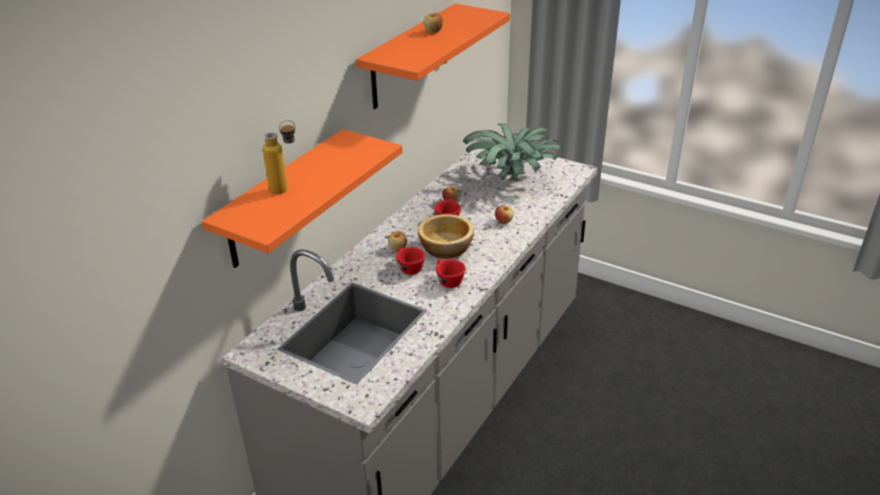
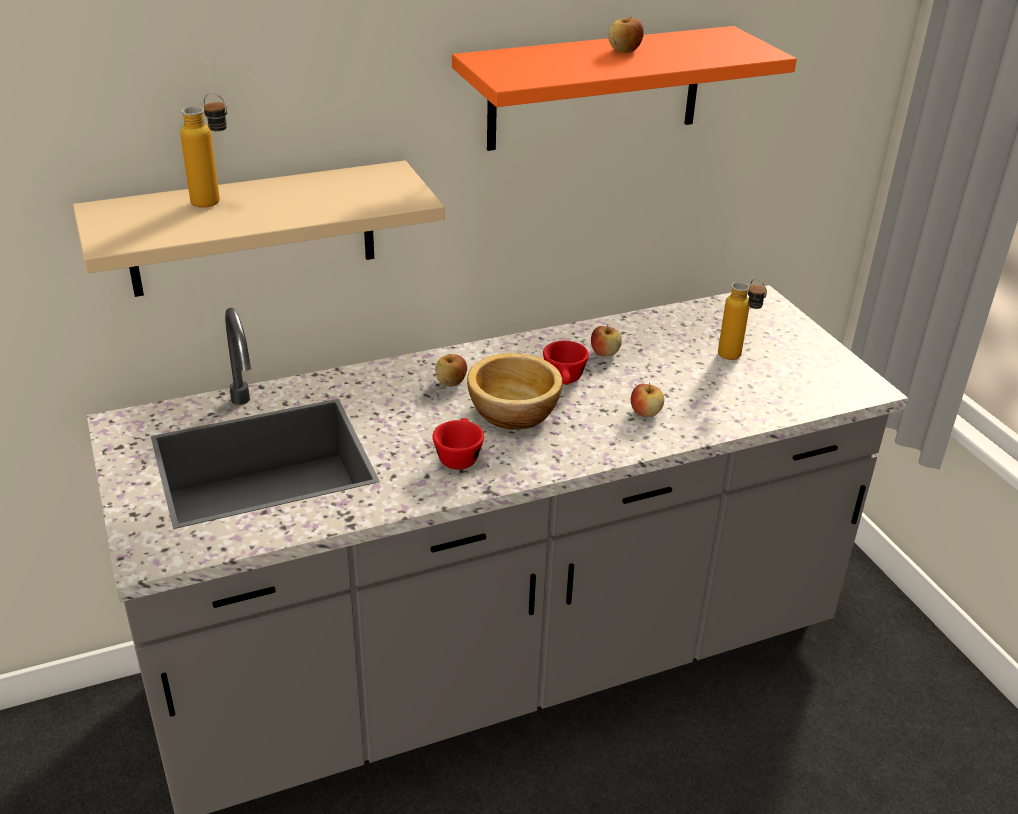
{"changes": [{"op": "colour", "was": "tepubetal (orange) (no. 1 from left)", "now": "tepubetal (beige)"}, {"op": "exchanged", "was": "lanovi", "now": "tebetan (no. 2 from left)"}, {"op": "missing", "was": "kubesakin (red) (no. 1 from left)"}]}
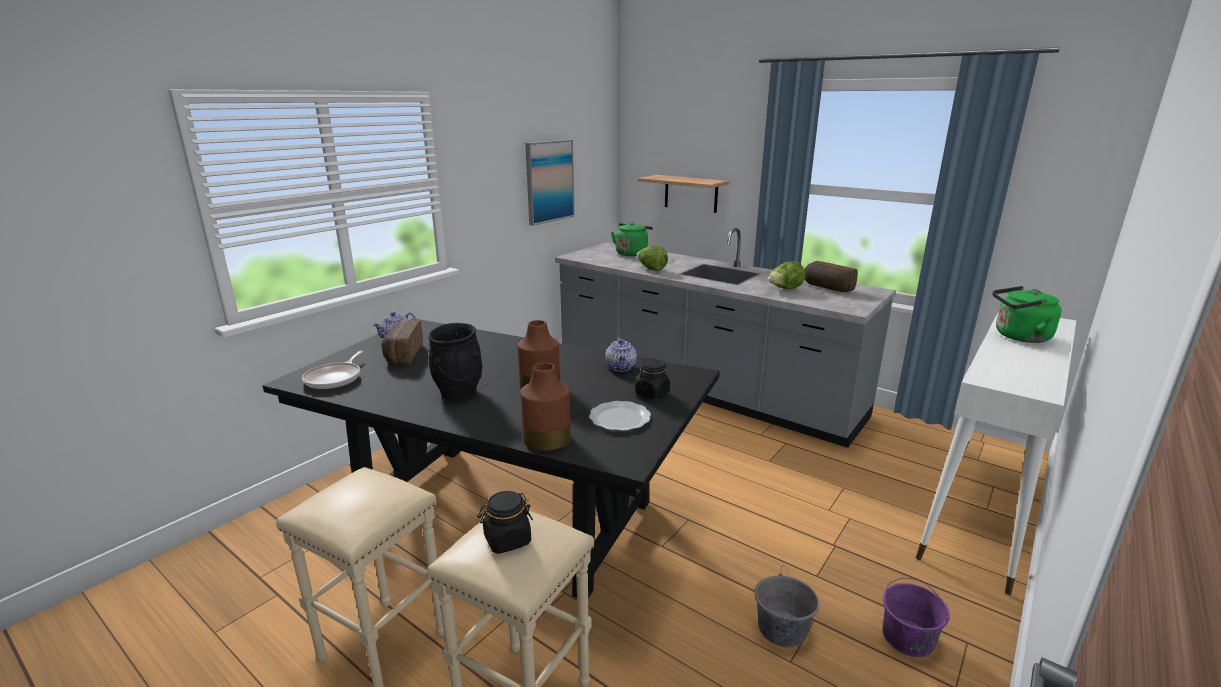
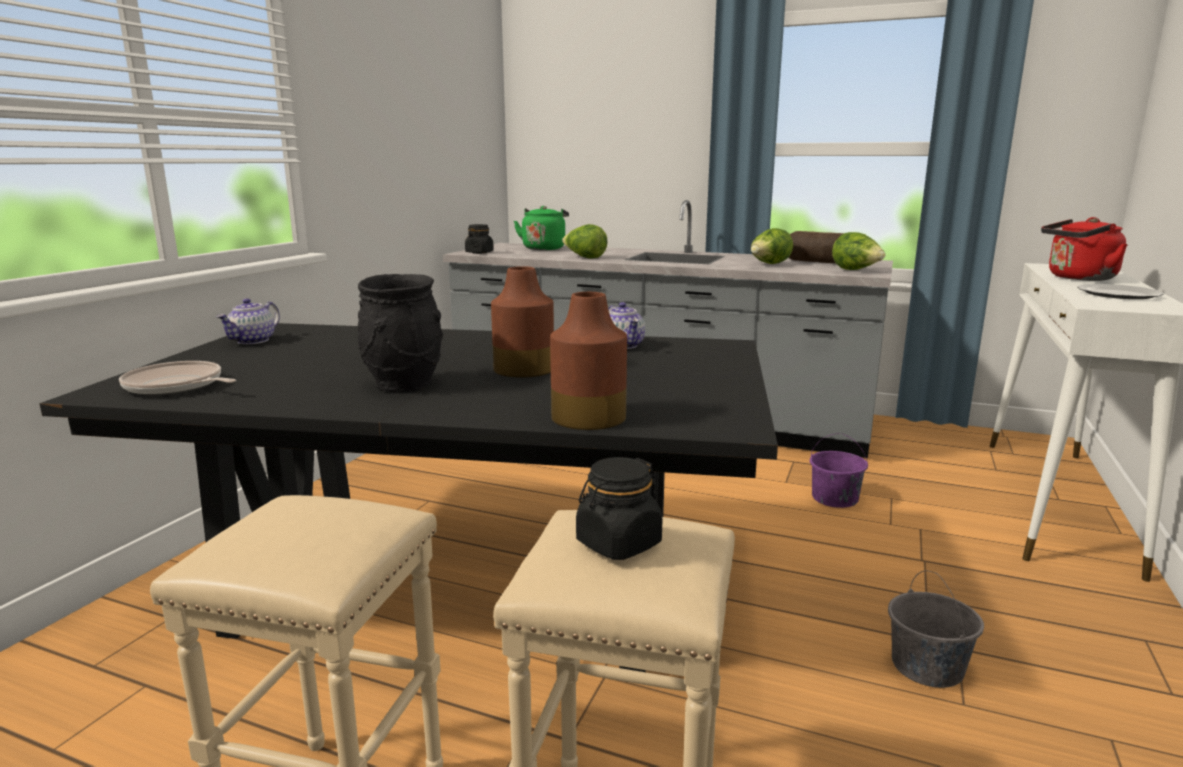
{"changes": [{"op": "spun", "was": "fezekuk", "clockwise": 120}, {"op": "relocated", "was": "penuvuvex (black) (no. 2 from left in the first image)", "now": "penuvuvex (black) (no. 1 from left)"}, {"op": "relocated", "was": "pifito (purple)"}, {"op": "appeared", "now": "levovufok (no. 3 from left)"}, {"op": "colour", "was": "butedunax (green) (no. 2 from left)", "now": "butedunax (red)"}, {"op": "relocated", "was": "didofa"}, {"op": "missing", "was": "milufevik (no. 1 from left)"}, {"op": "missing", "was": "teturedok"}, {"op": "missing", "was": "tepubetal"}]}
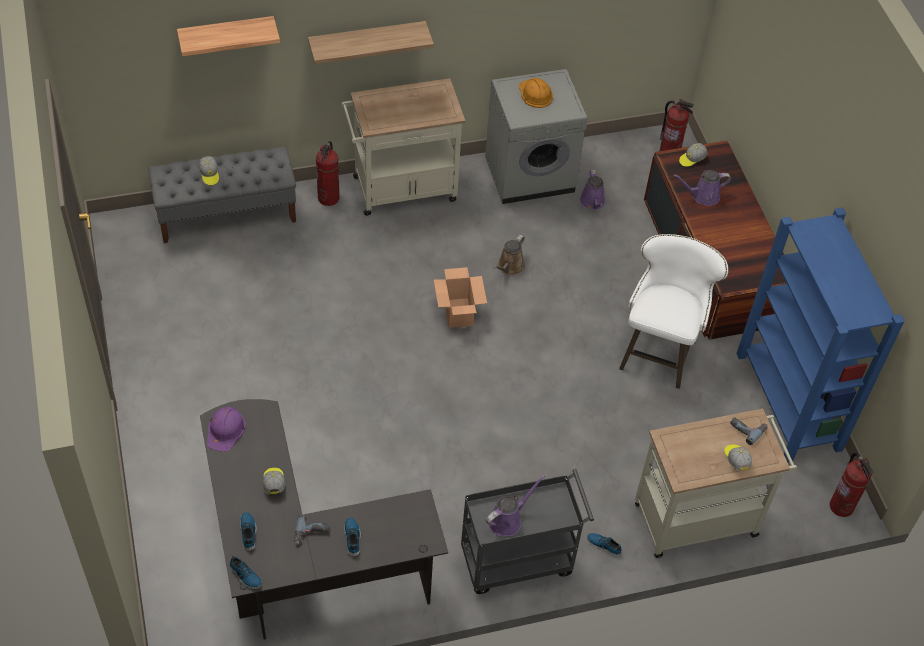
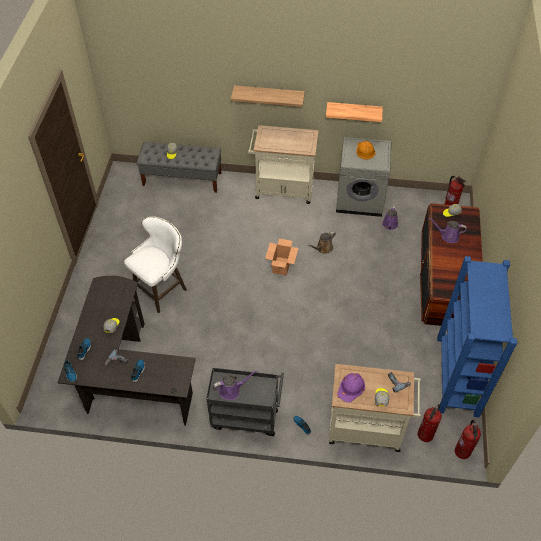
{"changes": [{"op": "relocated", "was": "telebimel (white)"}, {"op": "relocated", "was": "tepubetal (no. 1 from left in the first image)", "now": "tepubetal (no. 2 from left)"}, {"op": "relocated", "was": "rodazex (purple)"}, {"op": "relocated", "was": "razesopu (no. 1 from left)"}]}
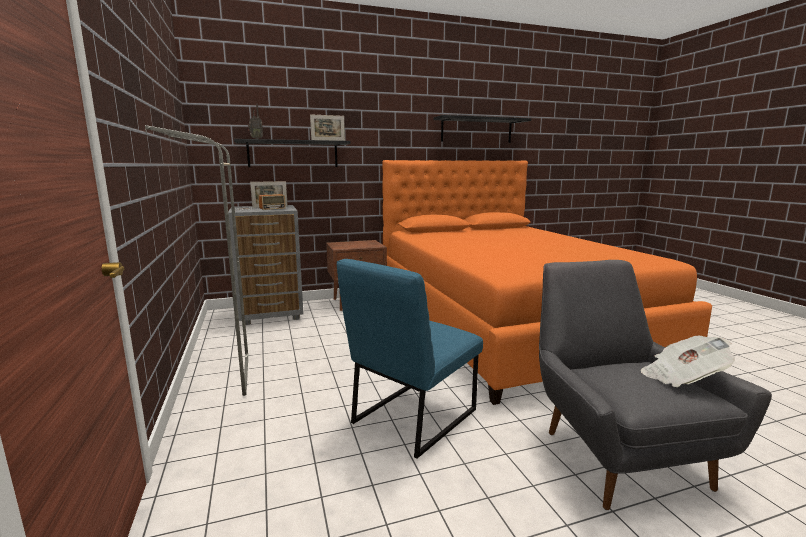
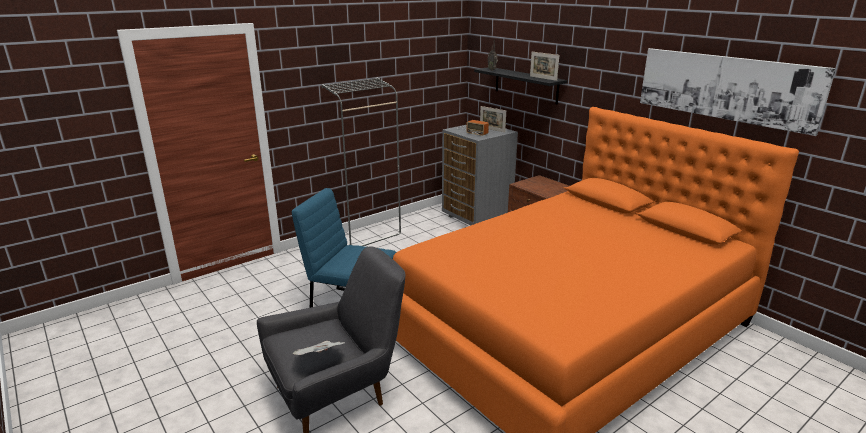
{"changes": [{"op": "exchanged", "was": "tepubetal (black) (no. 2 from left)", "now": "teturedok"}]}
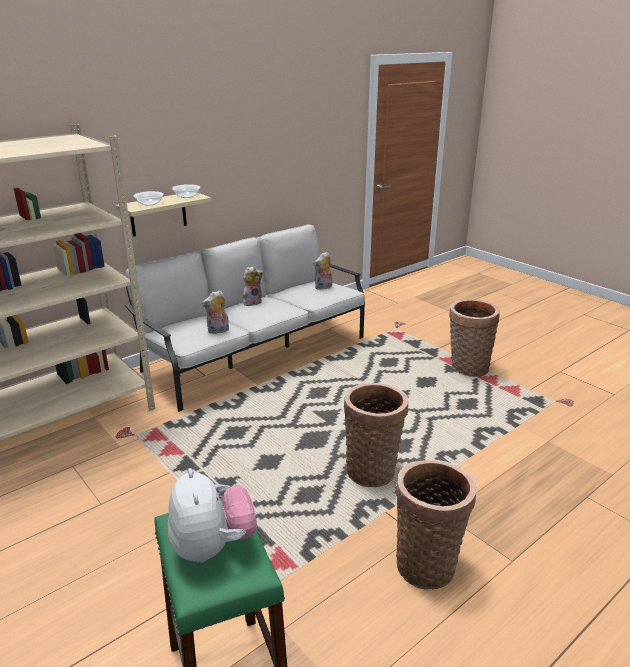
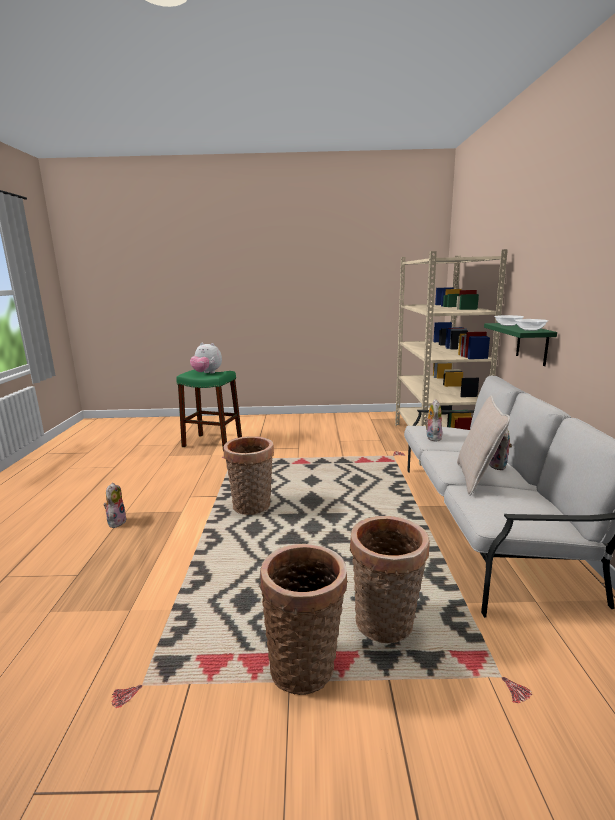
{"changes": [{"op": "relocated", "was": "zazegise (no. 4 from left in the first image)", "now": "zazegise (no. 1 from left)"}, {"op": "relocated", "was": "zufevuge (no. 2 from left in the first image)", "now": "zufevuge (no. 3 from left)"}, {"op": "appeared", "now": "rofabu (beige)"}, {"op": "colour", "was": "tepubetal (beige)", "now": "tepubetal (green)"}]}
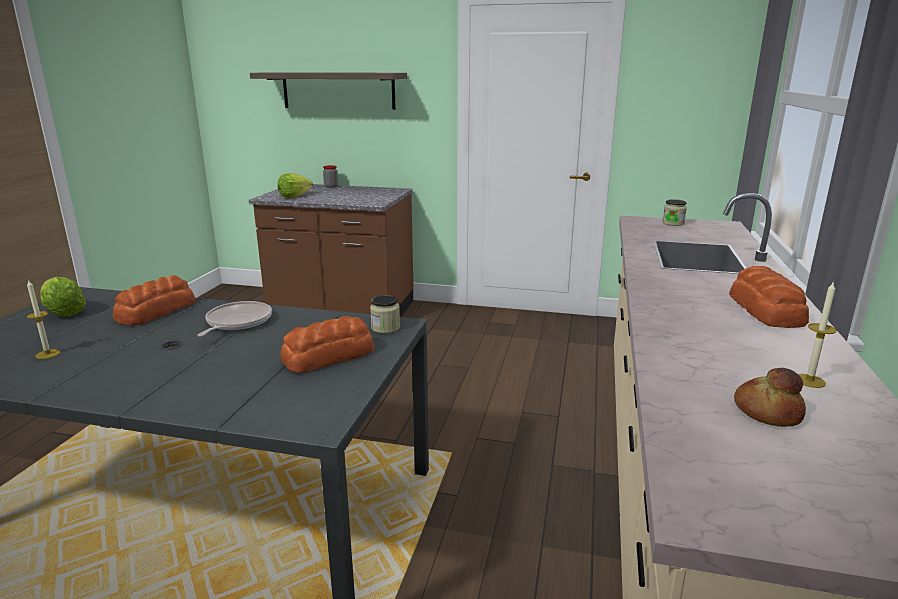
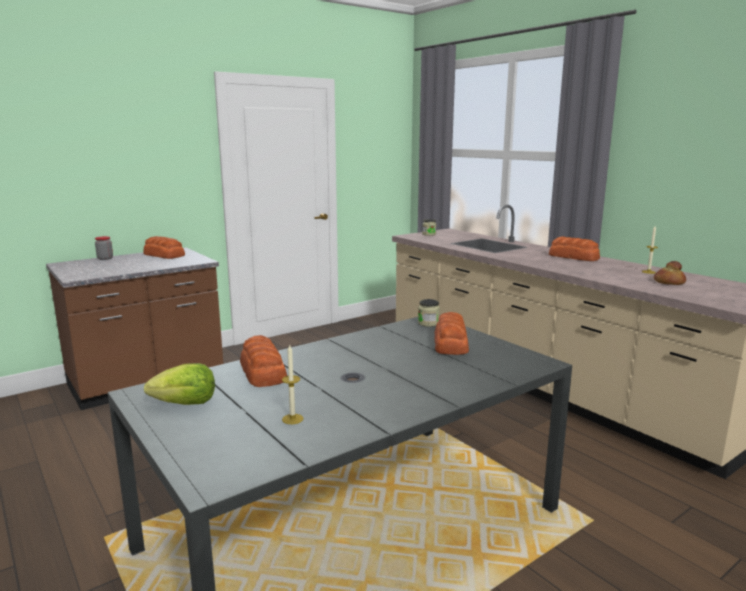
{"changes": [{"op": "appeared", "now": "milufevik (no. 1 from left)"}, {"op": "missing", "was": "fezekuk"}, {"op": "missing", "was": "tepubetal"}, {"op": "missing", "was": "levovufok (no. 2 from left)"}]}
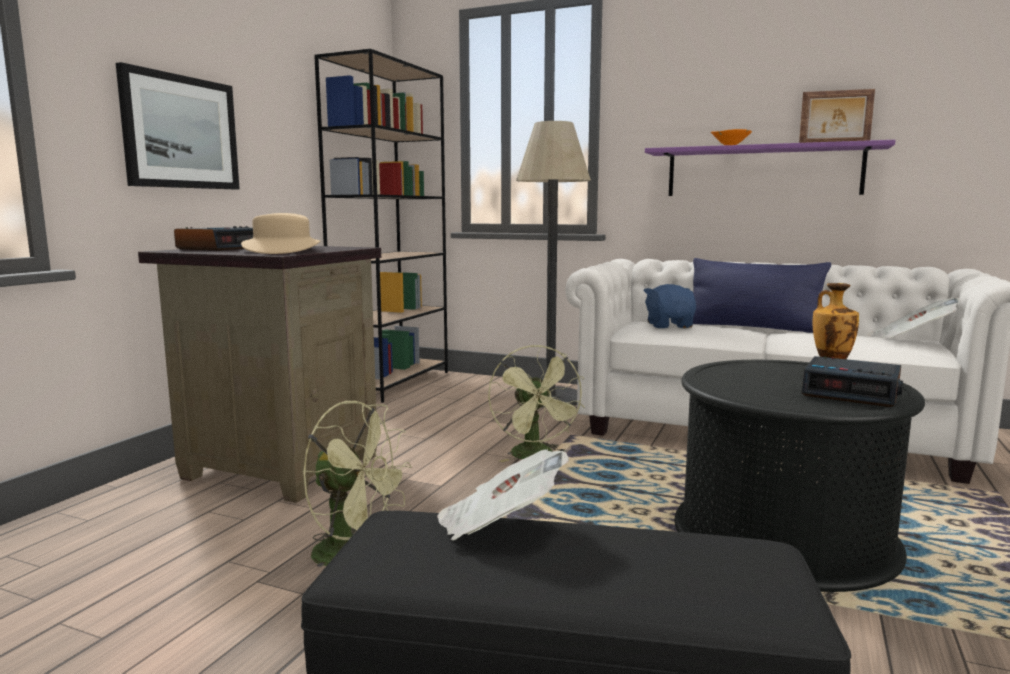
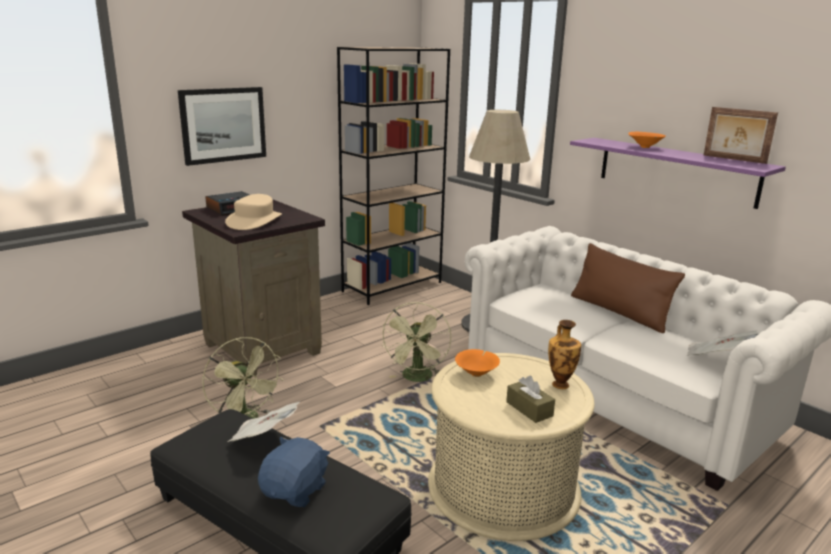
{"changes": [{"op": "relocated", "was": "zazegise (blue)"}, {"op": "colour", "was": "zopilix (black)", "now": "zopilix (beige)"}, {"op": "appeared", "now": "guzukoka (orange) (no. 1 from left)"}, {"op": "exchanged", "was": "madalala (no. 2 from left)", "now": "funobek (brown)"}, {"op": "colour", "was": "rofabu (blue)", "now": "rofabu (brown)"}]}
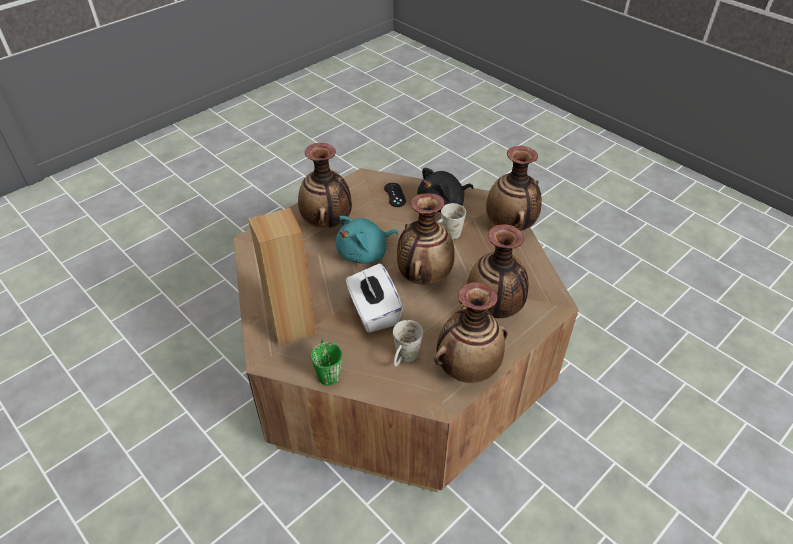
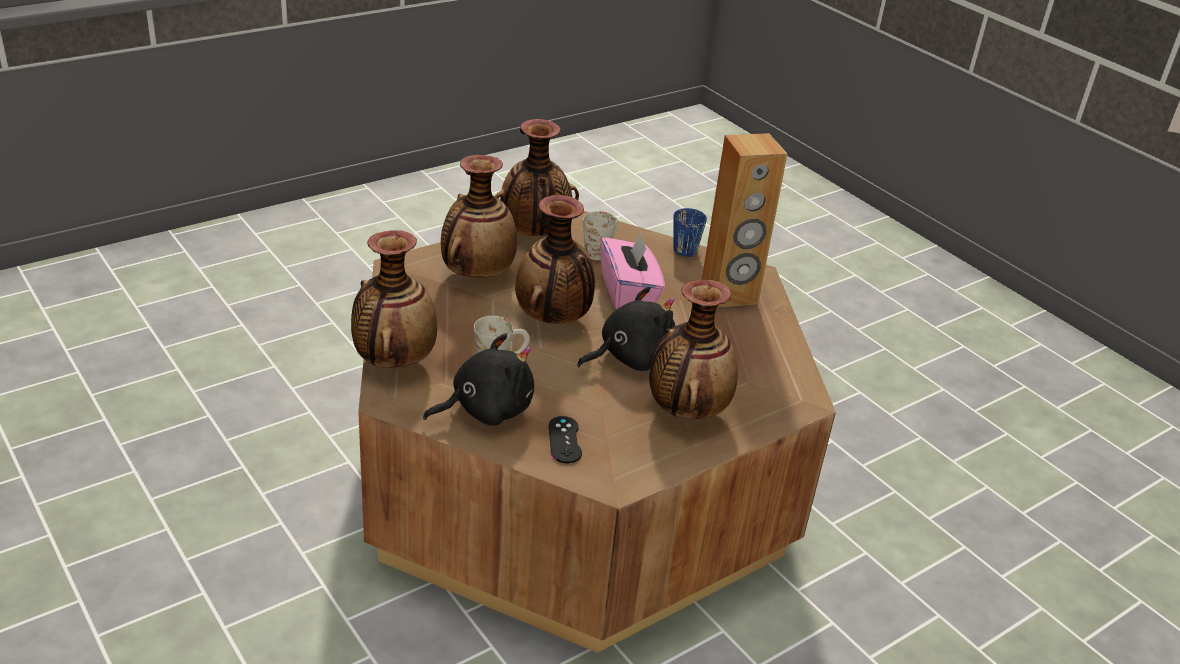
{"changes": [{"op": "colour", "was": "zazegise (turquoise)", "now": "zazegise (black) (no. 2 from left)"}, {"op": "colour", "was": "funobek (white)", "now": "funobek (pink)"}, {"op": "colour", "was": "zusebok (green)", "now": "zusebok (blue)"}]}
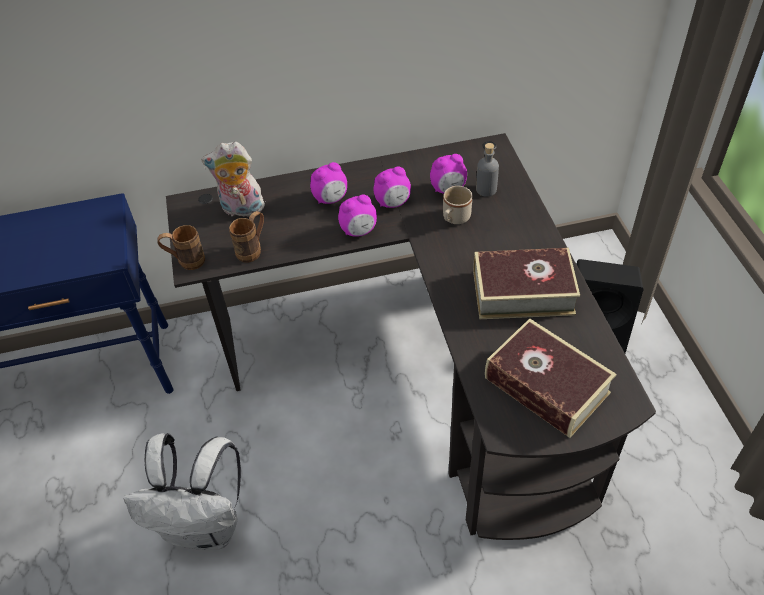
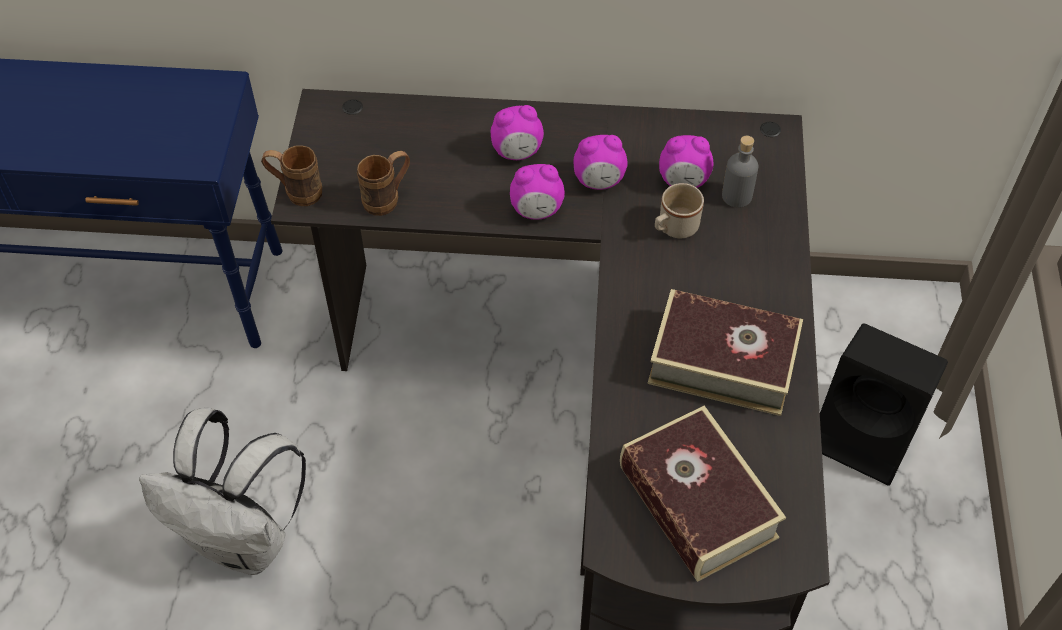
{"changes": [{"op": "missing", "was": "zazegise"}]}
